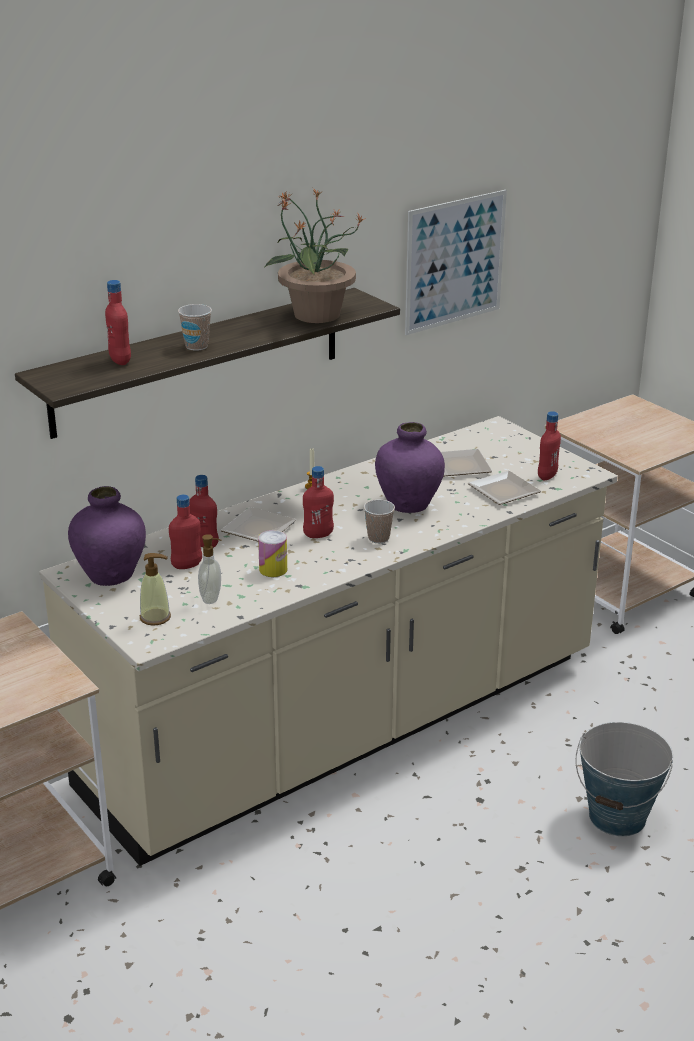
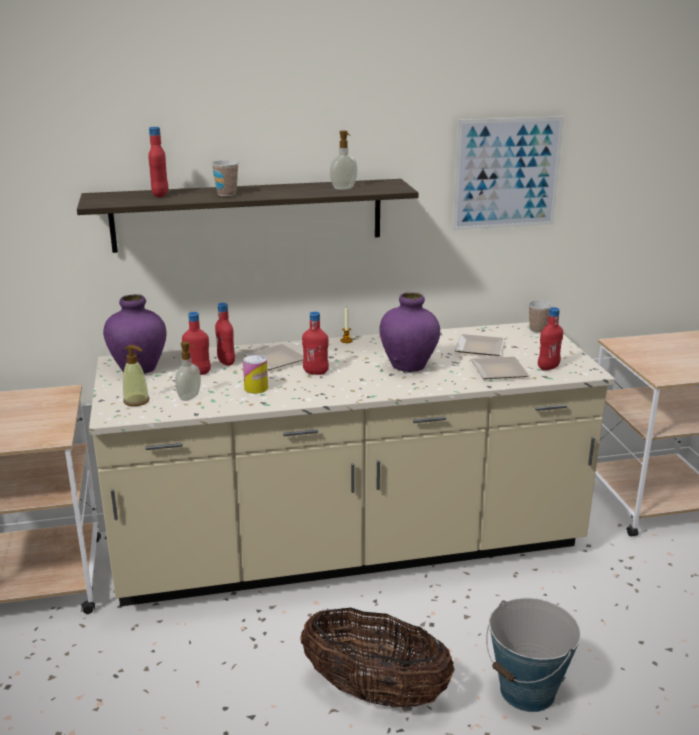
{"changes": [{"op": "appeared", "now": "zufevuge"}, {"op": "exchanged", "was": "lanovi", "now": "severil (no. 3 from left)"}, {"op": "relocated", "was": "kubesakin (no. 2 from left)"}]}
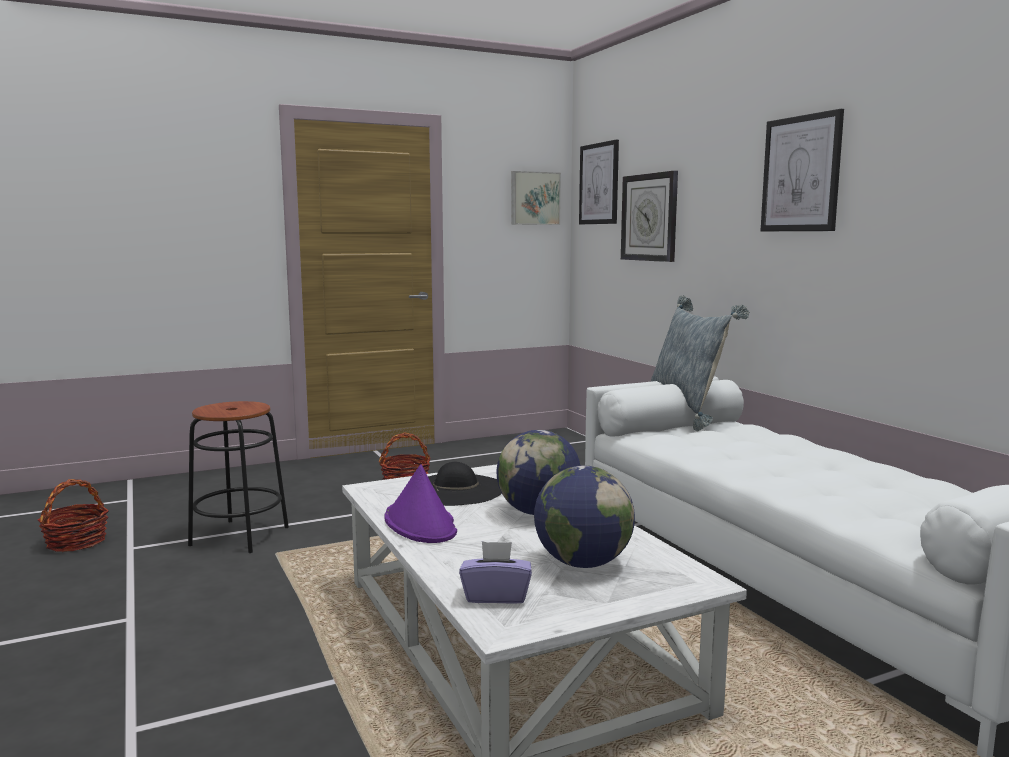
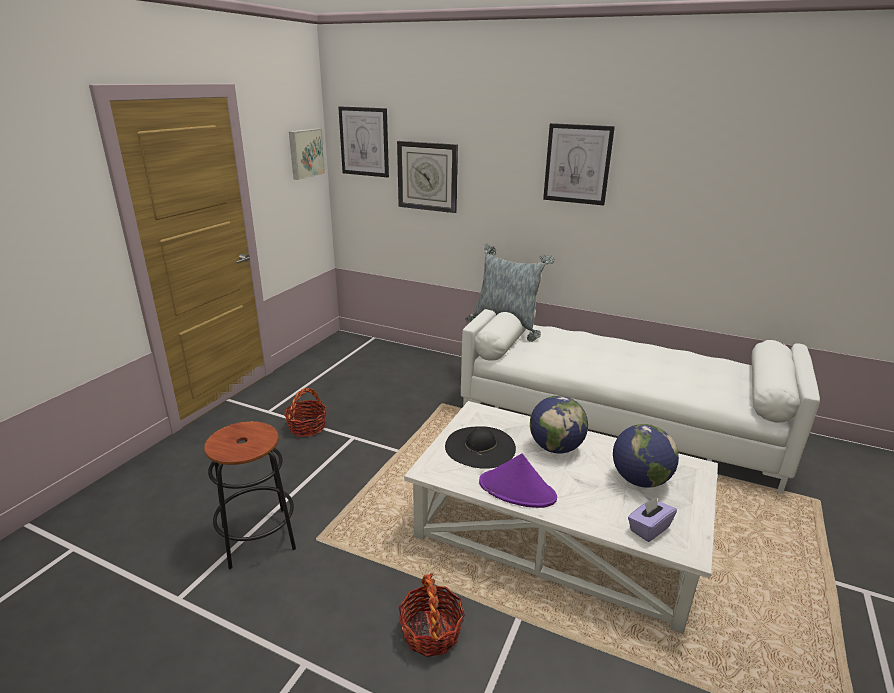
{"changes": [{"op": "relocated", "was": "zufevuge (no. 1 from left in the first image)", "now": "zufevuge (no. 2 from left)"}]}
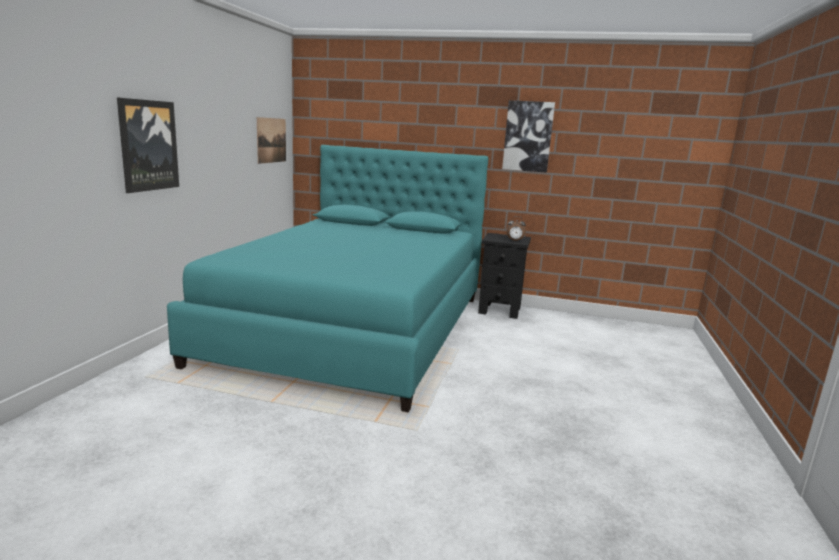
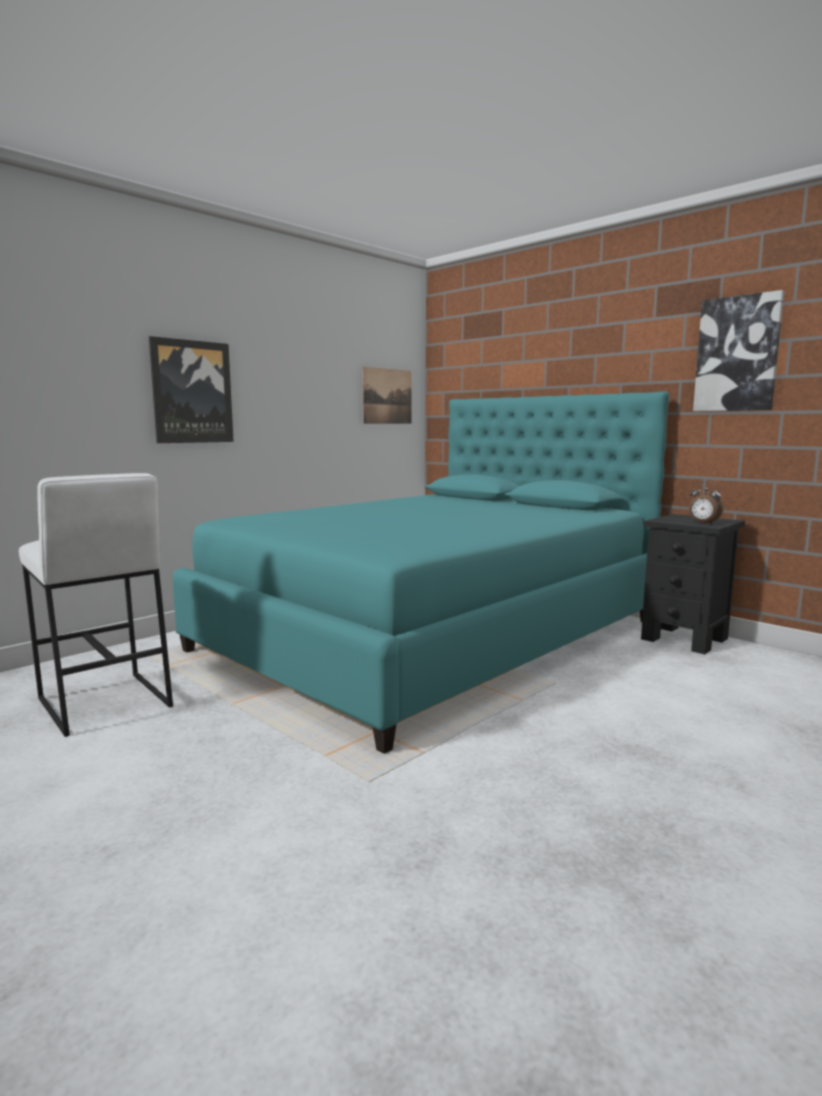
{"changes": [{"op": "appeared", "now": "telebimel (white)"}]}
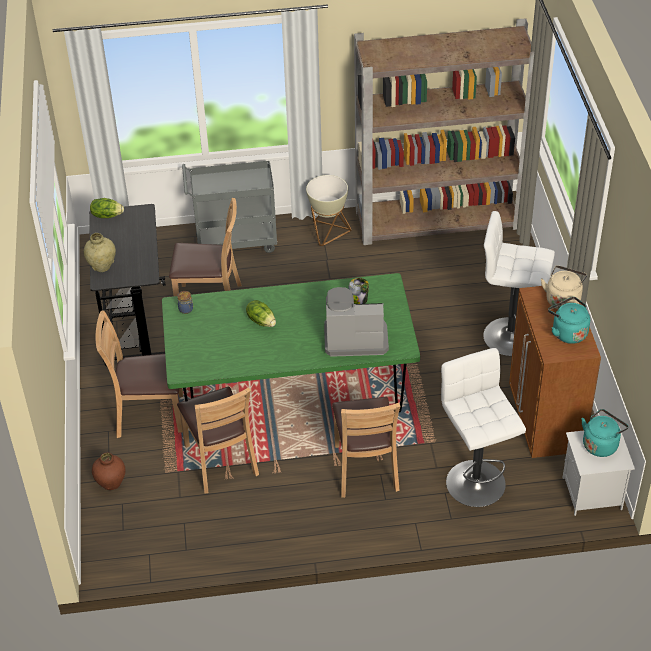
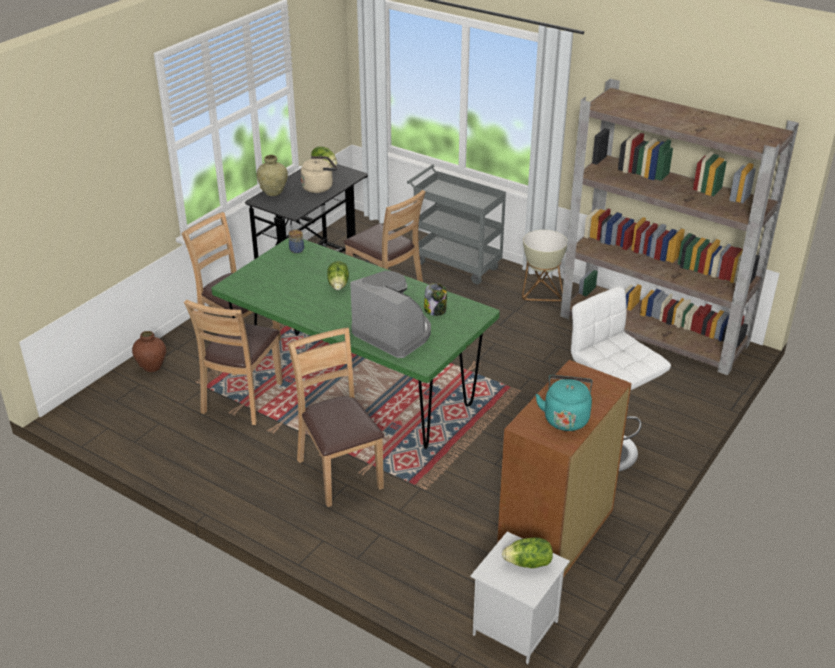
{"changes": [{"op": "spun", "was": "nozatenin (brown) (no. 4 from left in the first image)", "clockwise": 120}, {"op": "relocated", "was": "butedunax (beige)"}, {"op": "exchanged", "was": "butedunax (turquoise) (no. 2 from left)", "now": "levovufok (no. 3 from left)"}, {"op": "missing", "was": "telebimel (white) (no. 1 from left)"}]}
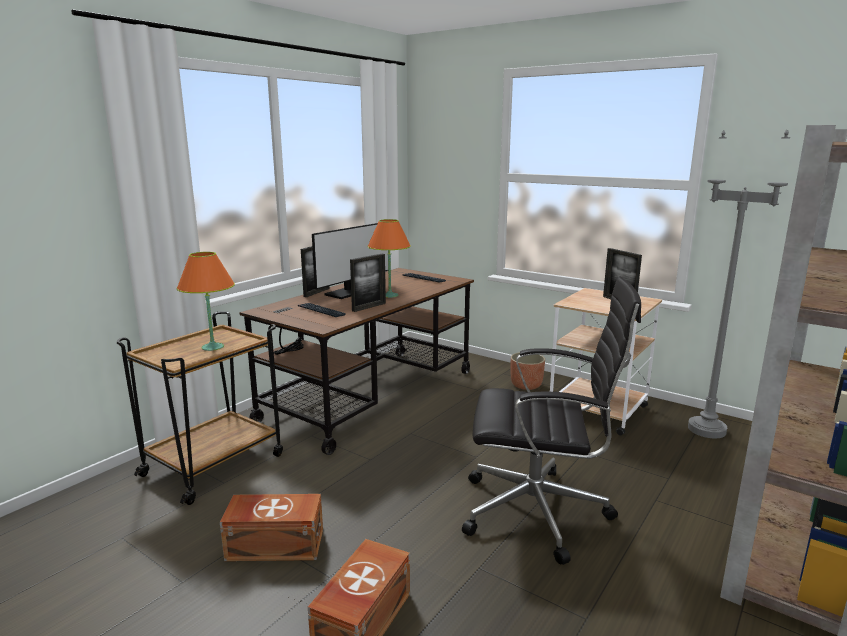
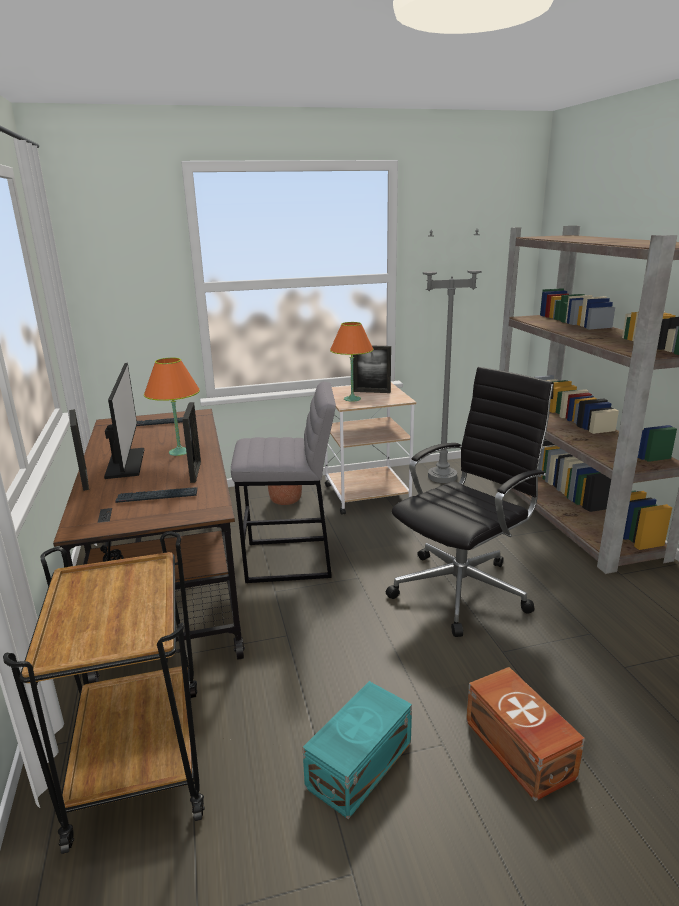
{"changes": [{"op": "appeared", "now": "telebimel (grey)"}, {"op": "colour", "was": "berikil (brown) (no. 1 from left)", "now": "berikil (turquoise)"}, {"op": "relocated", "was": "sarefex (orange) (no. 1 from left in the first image)", "now": "sarefex (orange) (no. 2 from left)"}]}
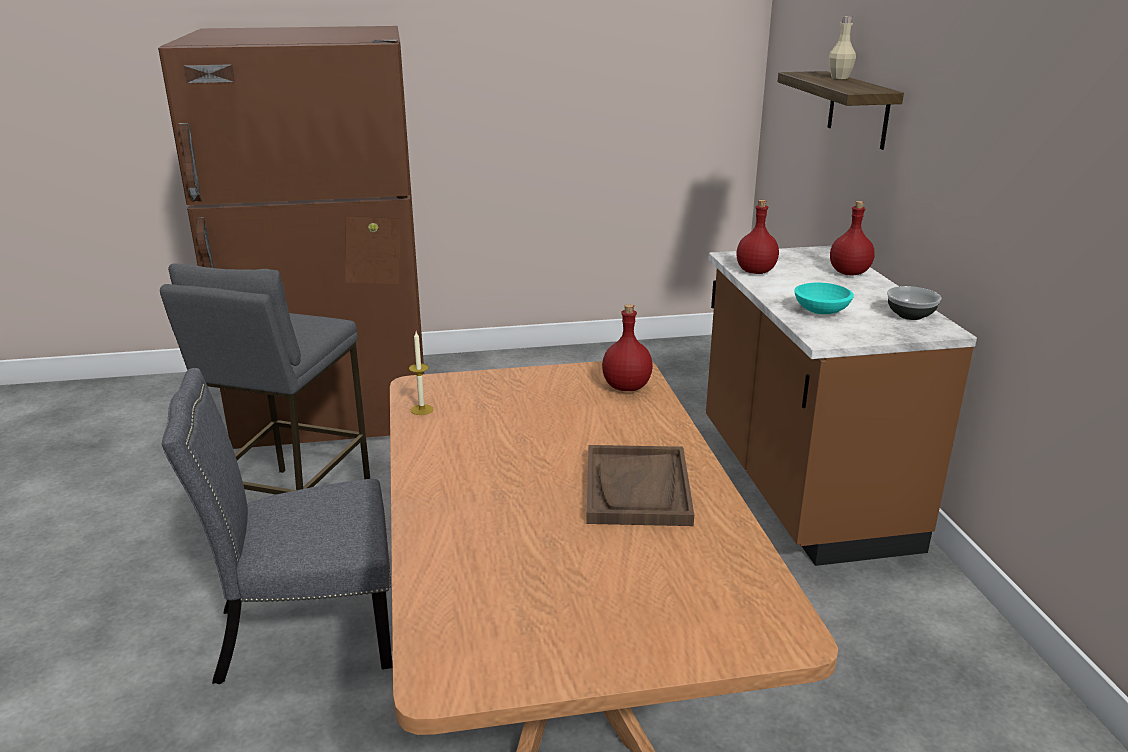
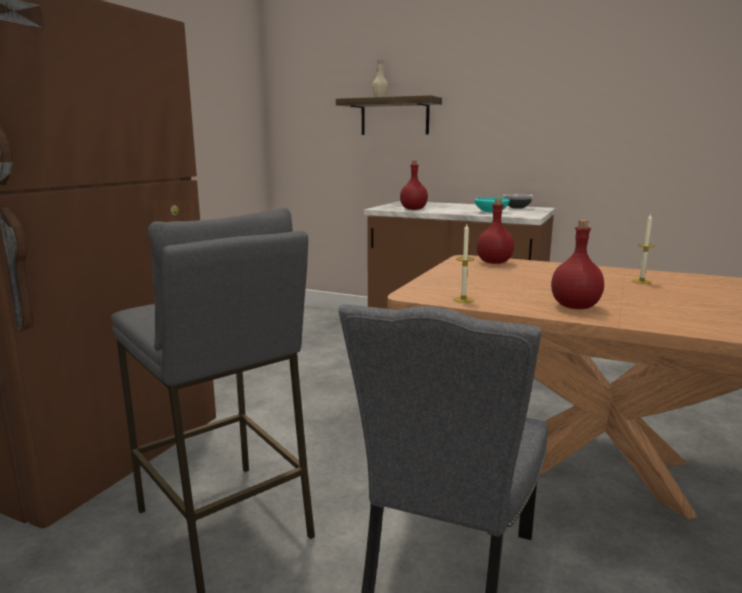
{"changes": [{"op": "relocated", "was": "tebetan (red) (no. 3 from left)"}, {"op": "exchanged", "was": "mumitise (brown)", "now": "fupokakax (no. 2 from left)"}]}
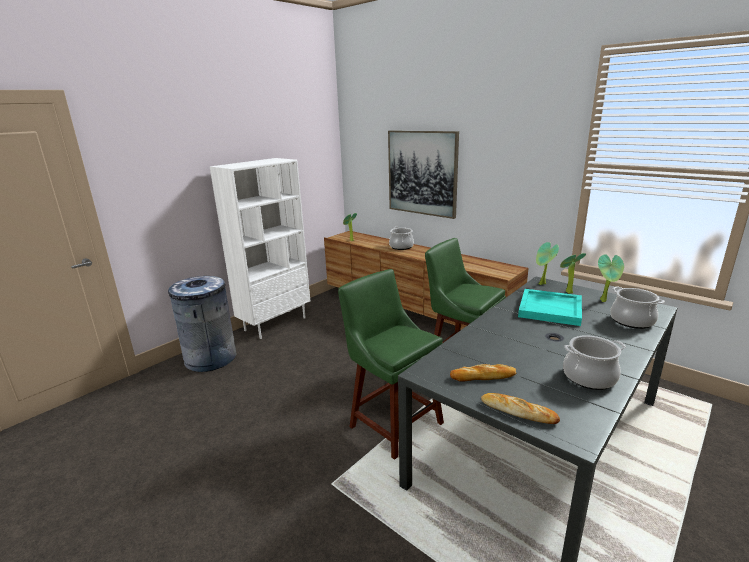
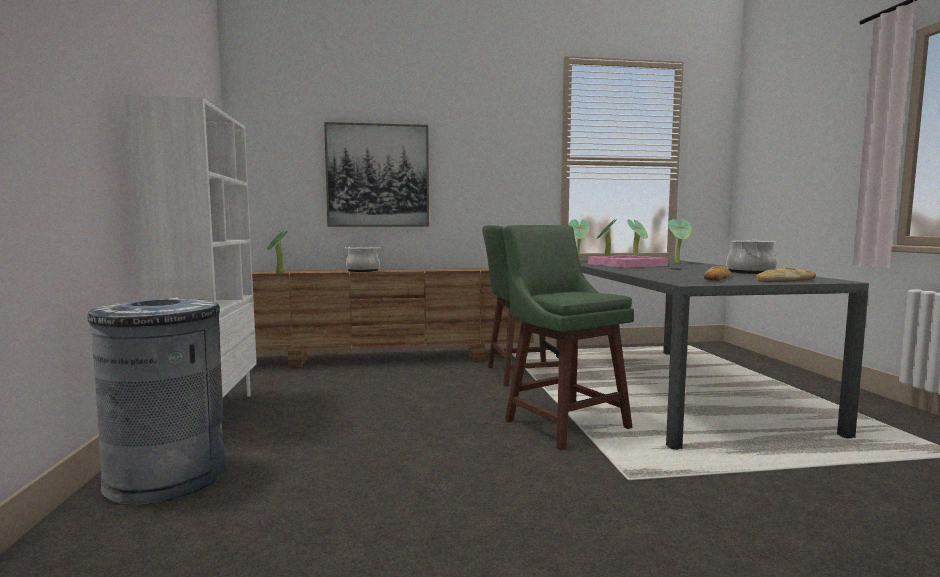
{"changes": [{"op": "spun", "was": "nozatenin (green) (no. 1 from left in the first image)", "clockwise": 60}, {"op": "colour", "was": "mumitise (turquoise)", "now": "mumitise (pink)"}, {"op": "exchanged", "was": "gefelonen (no. 3 from left)", "now": "lanovi (no. 5 from left)"}]}
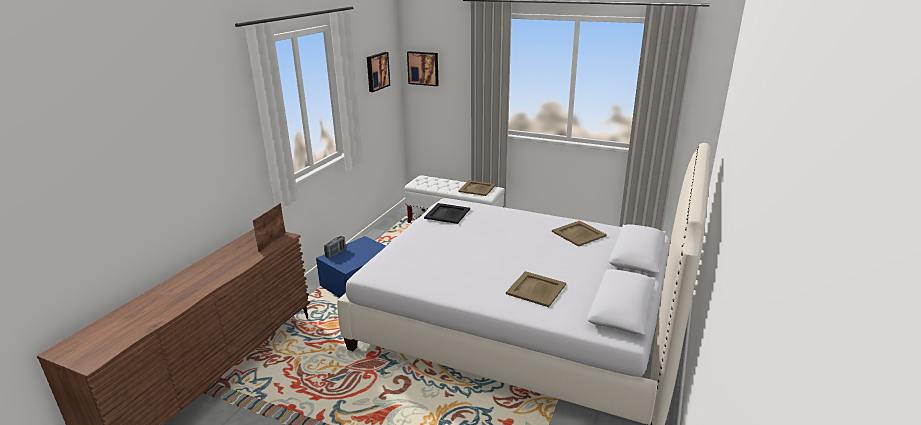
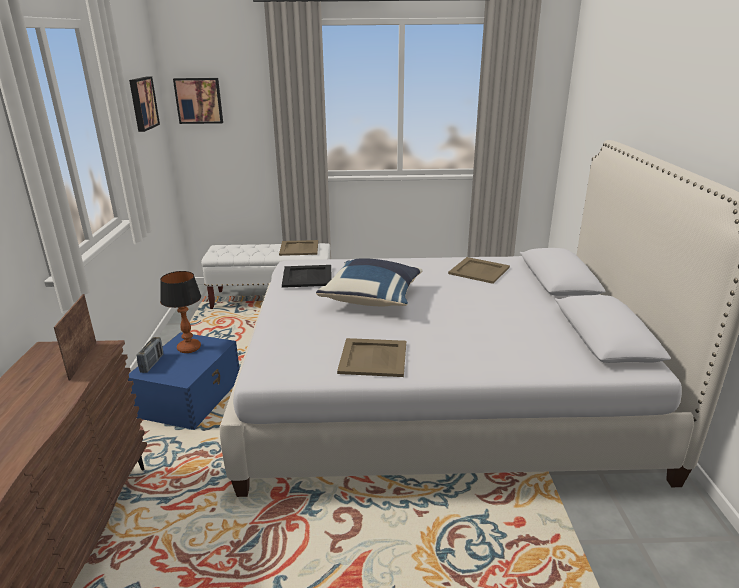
{"changes": [{"op": "appeared", "now": "sarefex"}, {"op": "appeared", "now": "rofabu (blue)"}, {"op": "relocated", "was": "mumitise (beige) (no. 2 from left)"}]}
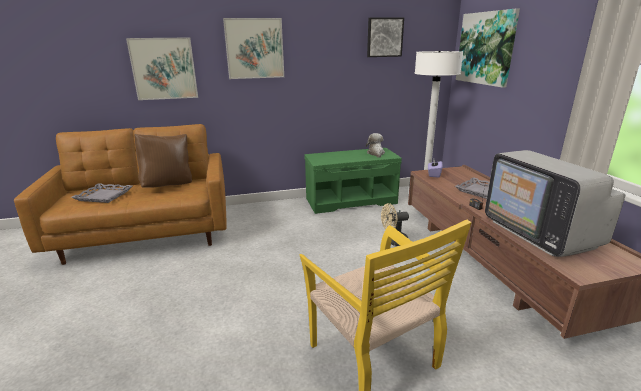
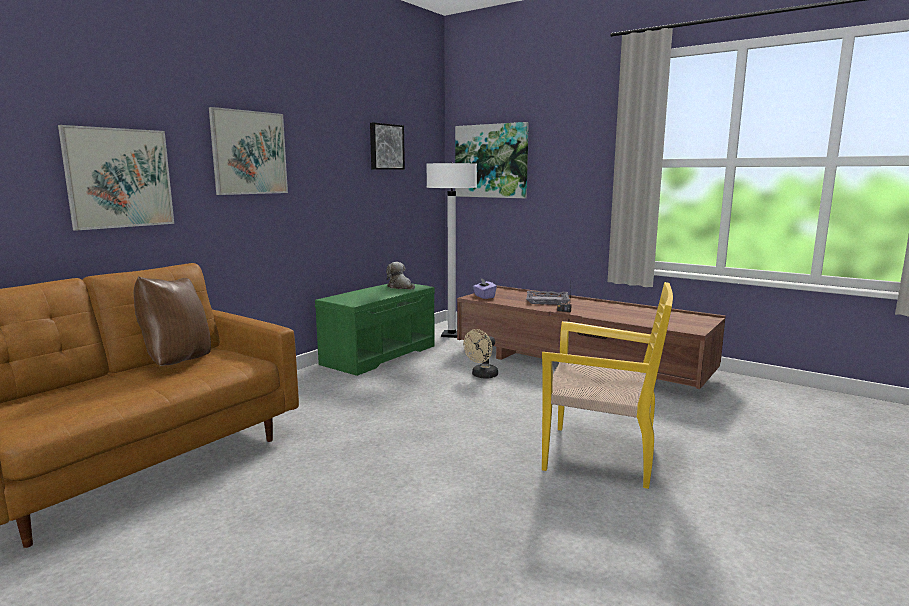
{"changes": [{"op": "missing", "was": "mumitise (grey) (no. 1 from left)"}, {"op": "missing", "was": "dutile"}]}
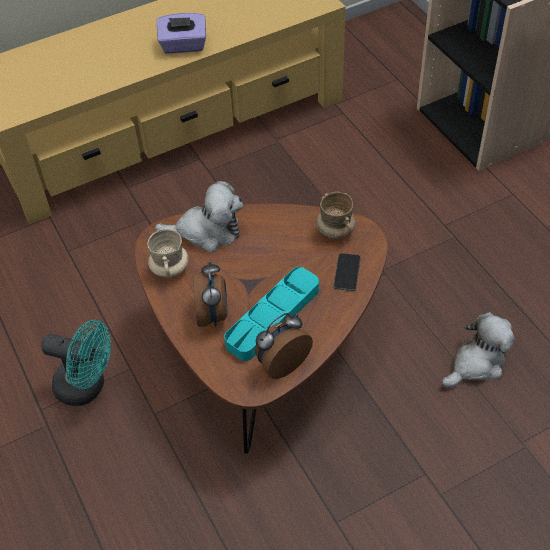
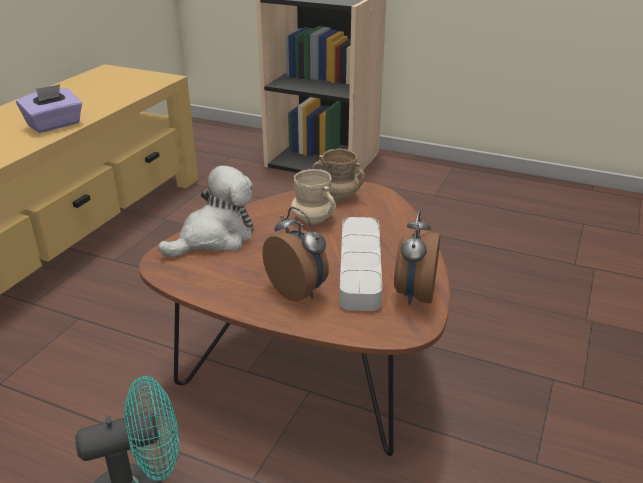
{"changes": [{"op": "relocated", "was": "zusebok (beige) (no. 1 from left)"}, {"op": "colour", "was": "mumitise (turquoise)", "now": "mumitise (grey)"}, {"op": "missing", "was": "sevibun"}, {"op": "missing", "was": "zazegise (no. 2 from left)"}]}
